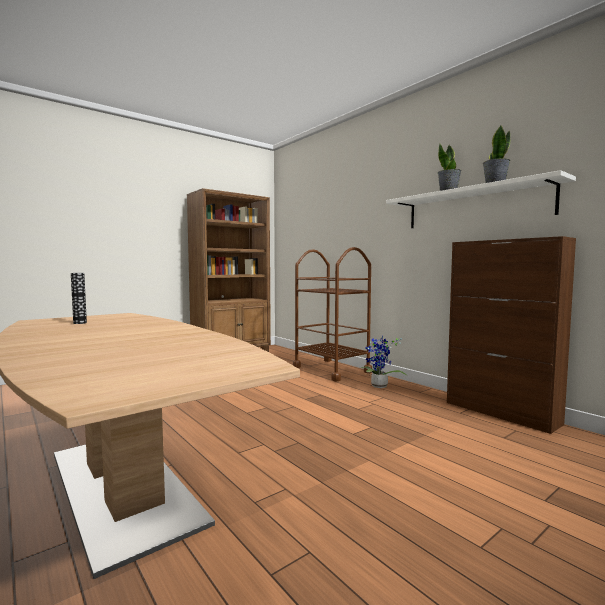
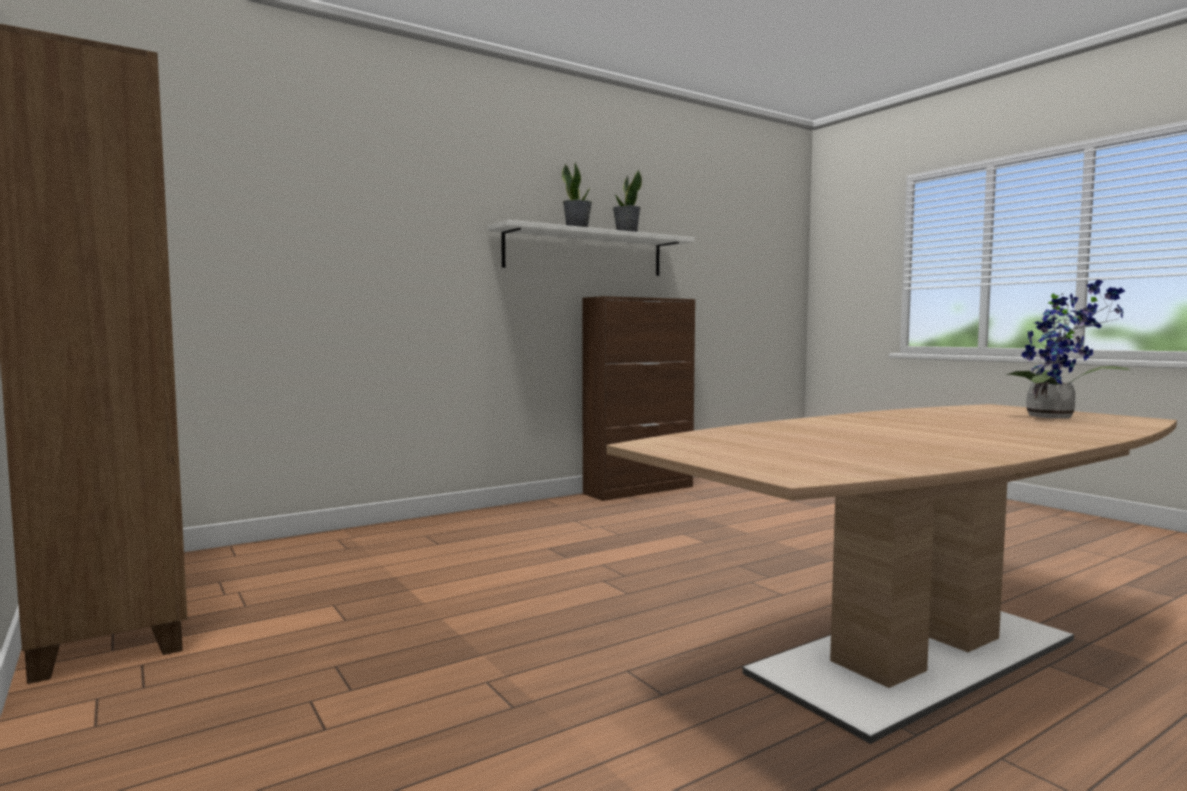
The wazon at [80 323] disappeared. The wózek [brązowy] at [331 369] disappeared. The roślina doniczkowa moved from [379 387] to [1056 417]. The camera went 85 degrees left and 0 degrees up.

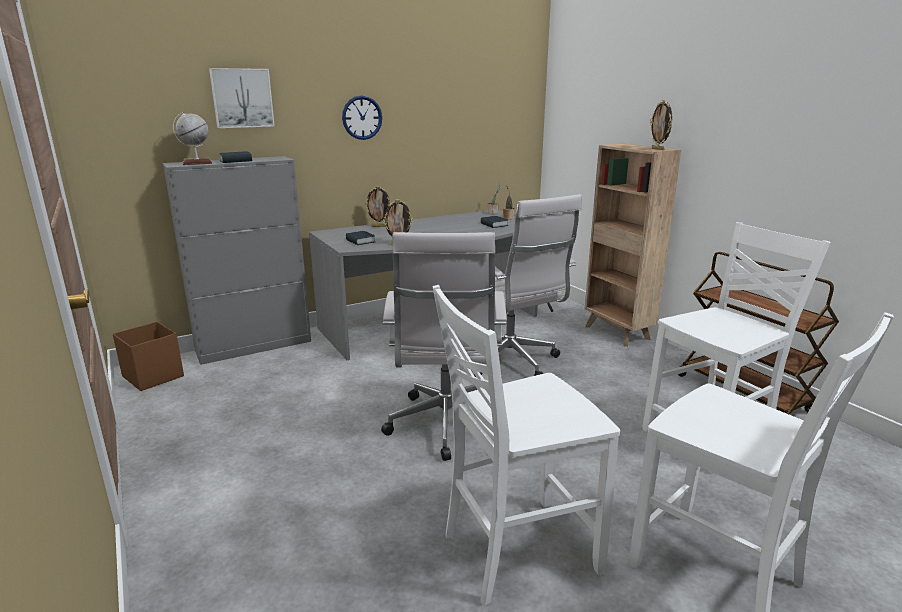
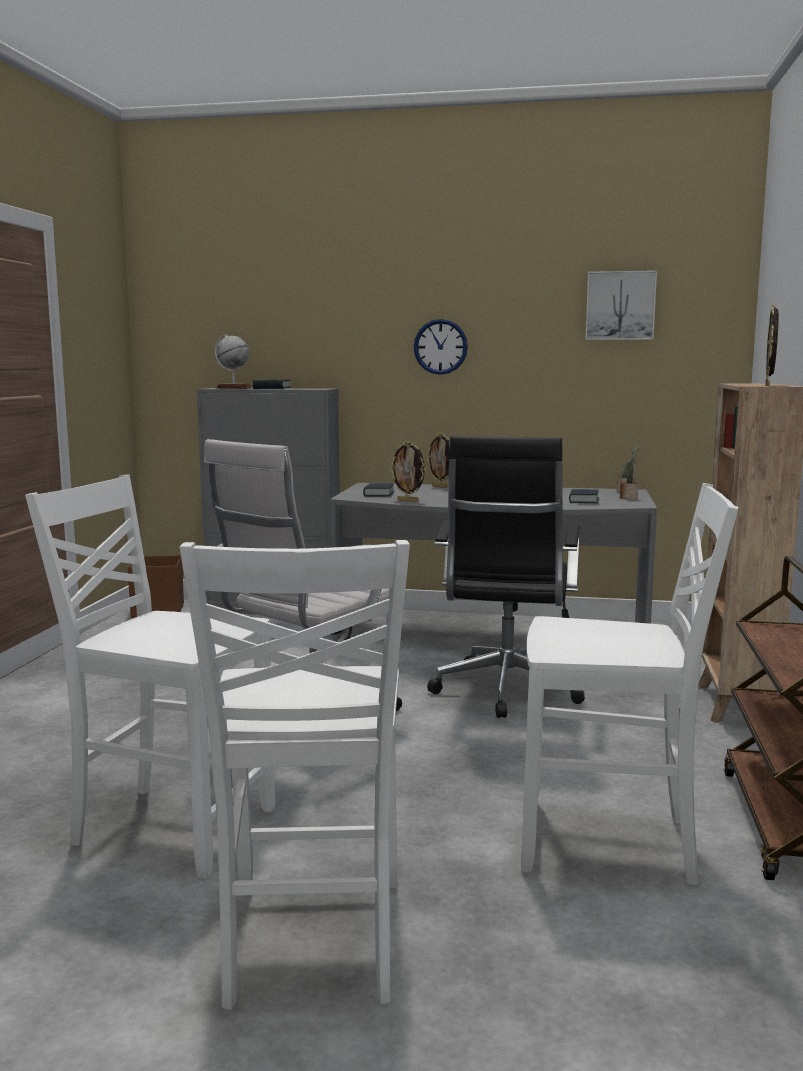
The obraz moved from [242 98] to [620 306]. The krzesło biurowe [biały] at [512 363] became the krzesło biurowe [czarny] at [505 693]. The camera went 40 degrees right and 10 degrees down.

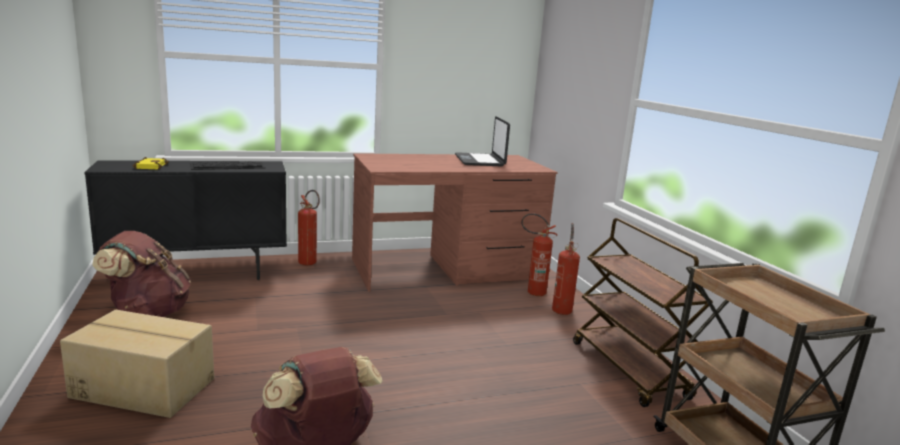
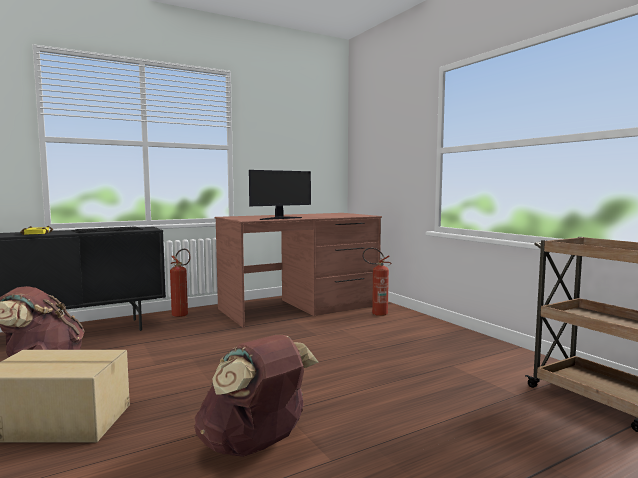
The laptop at [480 161] disappeared. The gaśnica at [562 308] disappeared. The wózek [brązowy] at [629 370] disappeared. The monitor at [280 218] appeared. The camera went 10 degrees left and 10 degrees down.

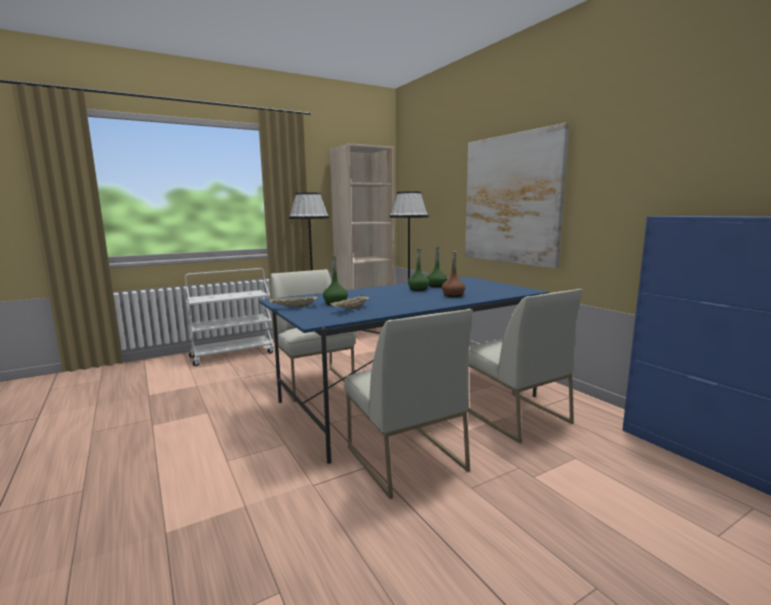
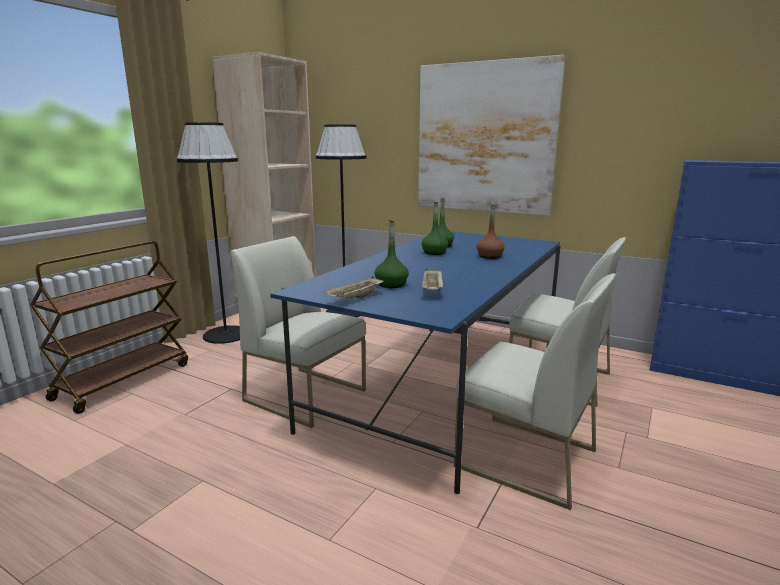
The wózek [biały] at [233 354] became the wózek [brązowy] at [123 381]. The camera went 30 degrees left and 5 degrees up.

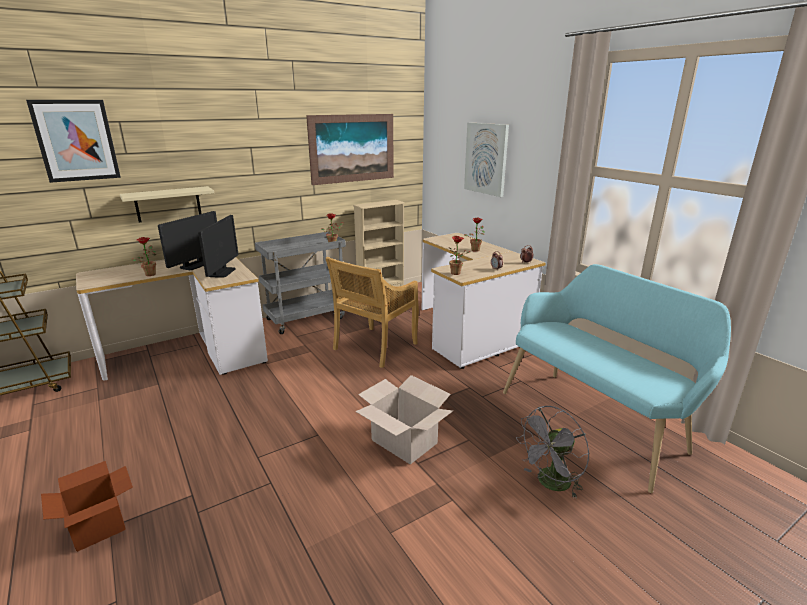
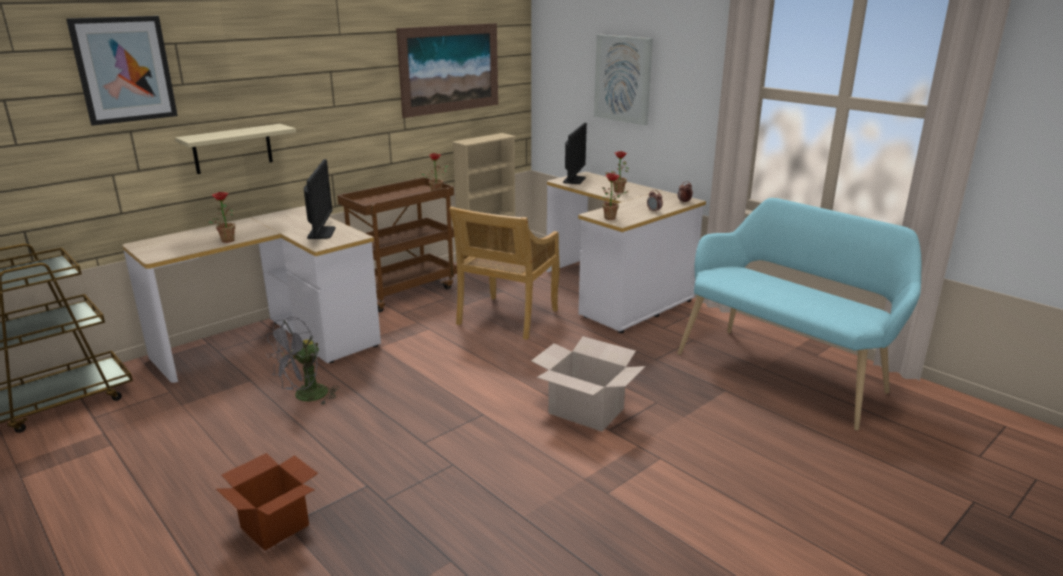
The monitor moved from [195 265] to [574 180]. The wózek [szary] at [307 318] became the wózek [brązowy] at [404 291]. The wentylator [szary] moved from [550 484] to [305 397]. The camera went 10 degrees left and 0 degrees up.

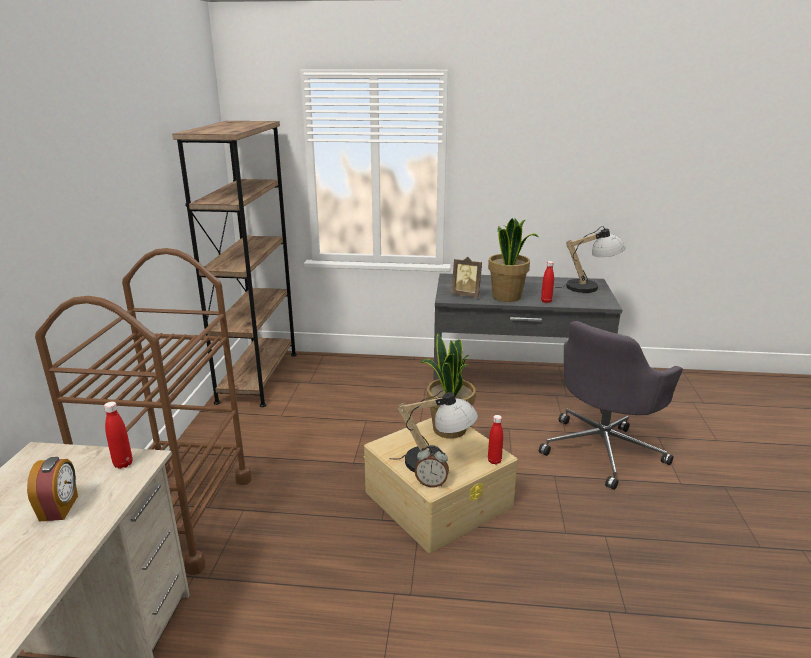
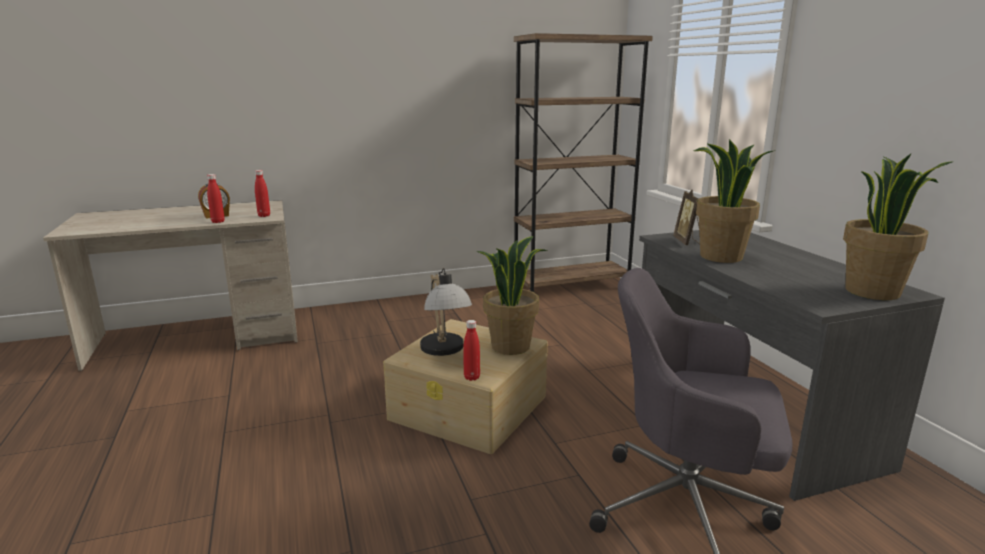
The wózek [brązowy] at [177 517] disappeared. The budzik at [431 483] disappeared. The butelka [czerwony] moved from [546 301] to [218 222]. The lampa stołowa at [590 287] was replaced by the roślina doniczkowa at [873 292]. The camera went 65 degrees right and 5 degrees down.

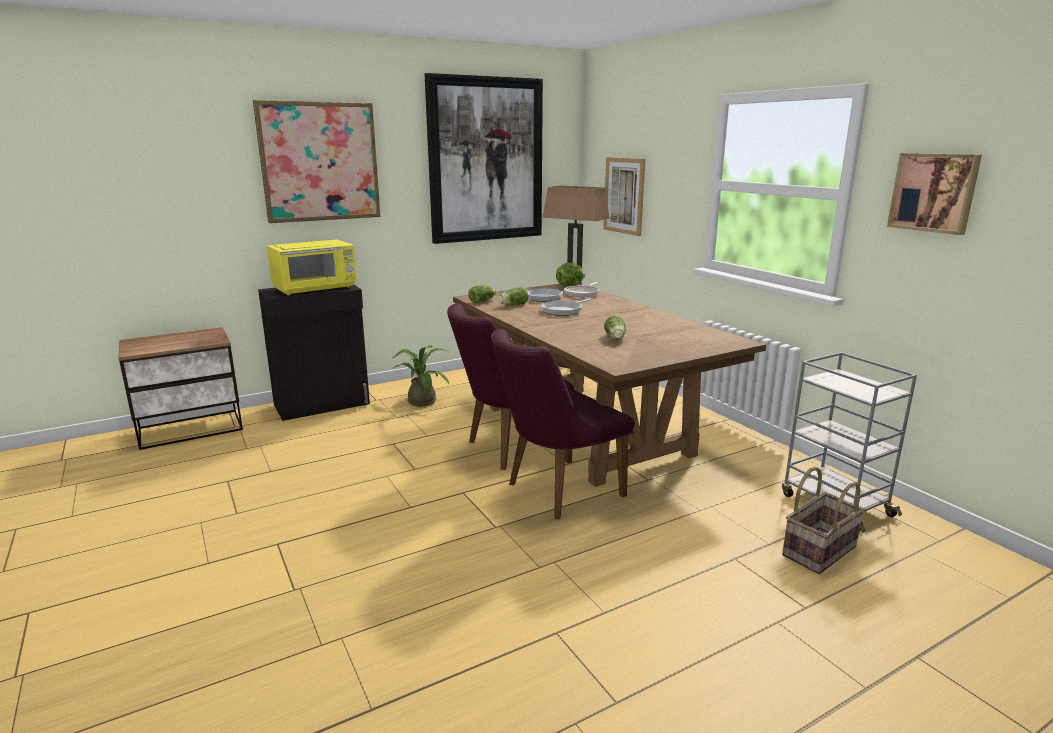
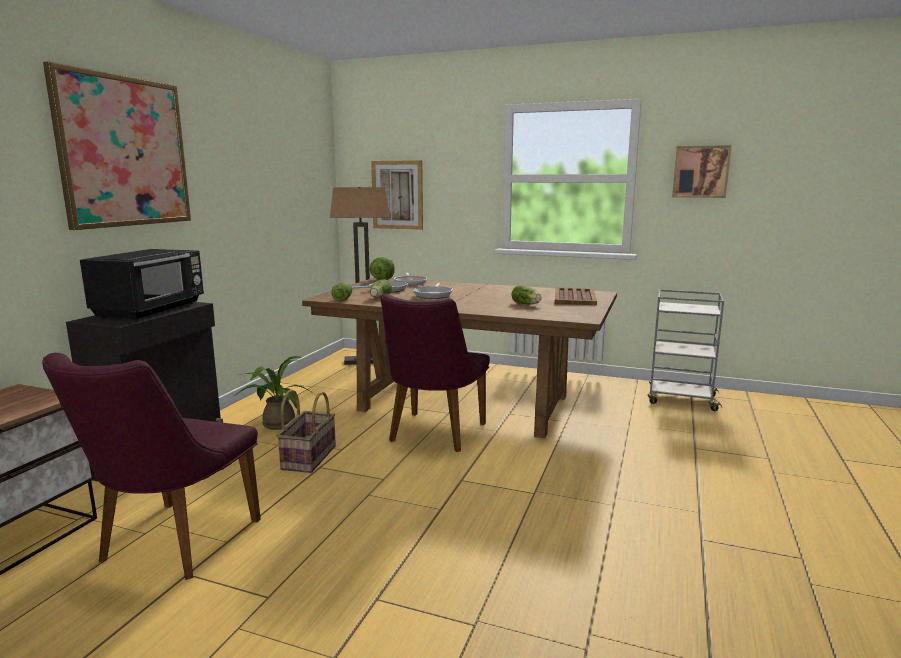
The mikrofalówka [żółty] at [316 288] became the mikrofalówka [czarny] at [152 310]. The obraz at [486 160] disappeared. The krzesło [fioletowy] moved from [555 491] to [170 546]. The koszyk moved from [818 550] to [308 457]. The taca [brązowy] at [575 297] appeared. The camera went 40 degrees left and 5 degrees down.

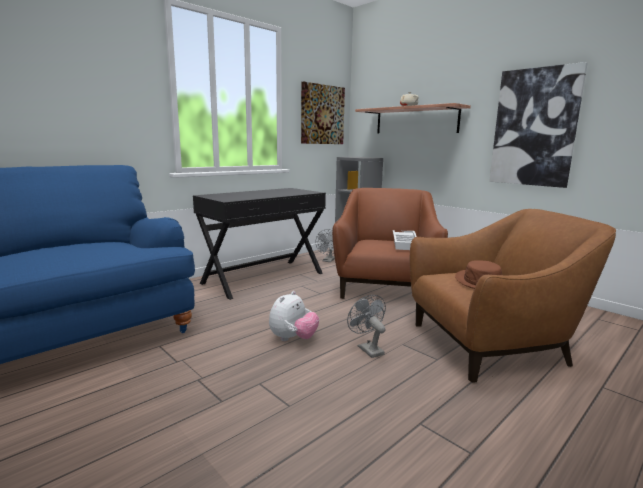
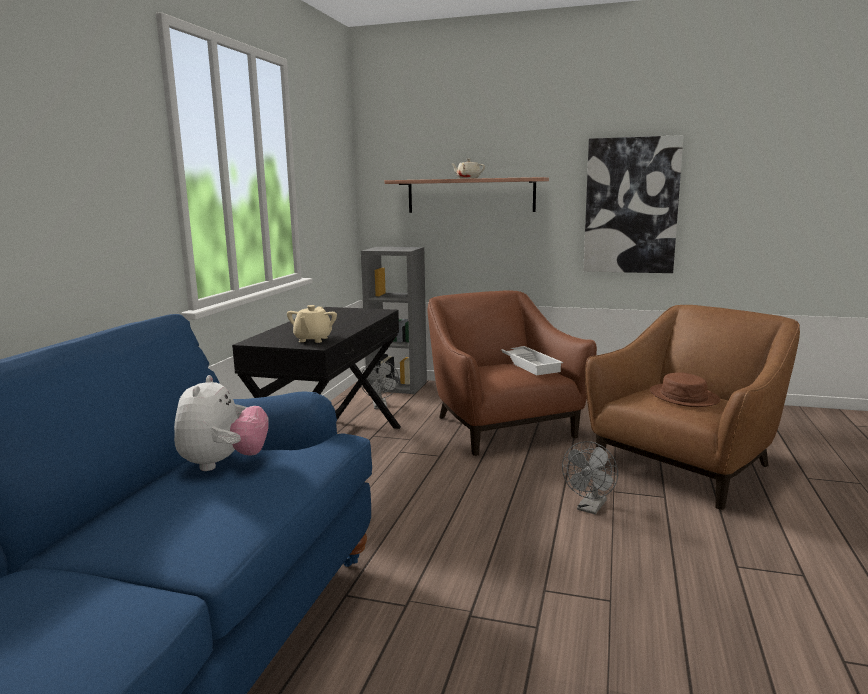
The pluszak moved from [293 339] to [223 464]. The obraz at [322 115] disappeared. The wentylator [szary] at [367 349] turned 90 degrees counterclockwise. The imbryk [beżowy] at [313 339] appeared. The camera went 30 degrees left and 0 degrees up.

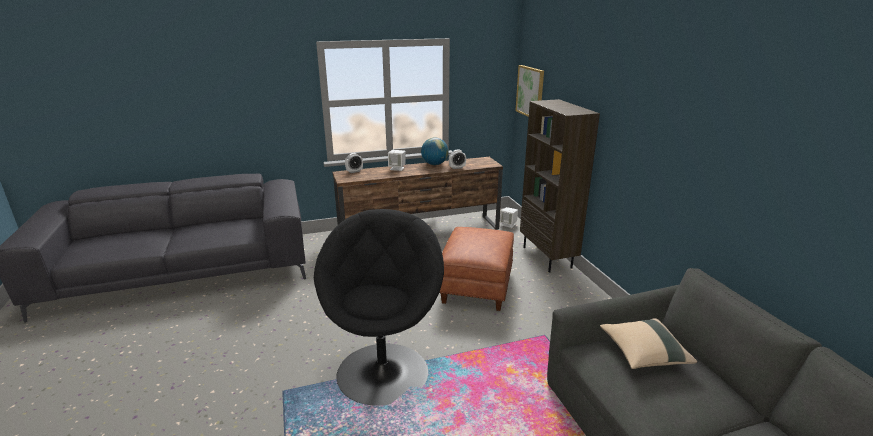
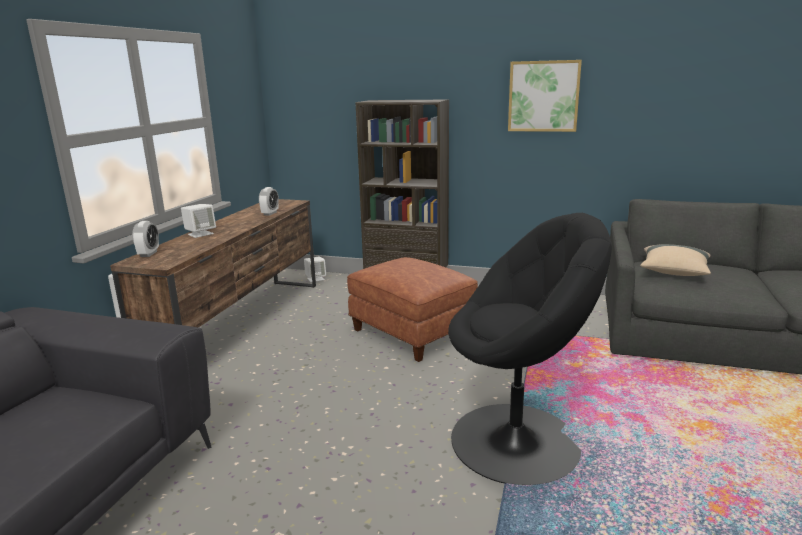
The fotel [czarny] at [383 371] turned 135 degrees clockwise. The globus at [434 164] disappeared. The obraz moved from [530 92] to [543 96]. The camera went 55 degrees left and 5 degrees down.

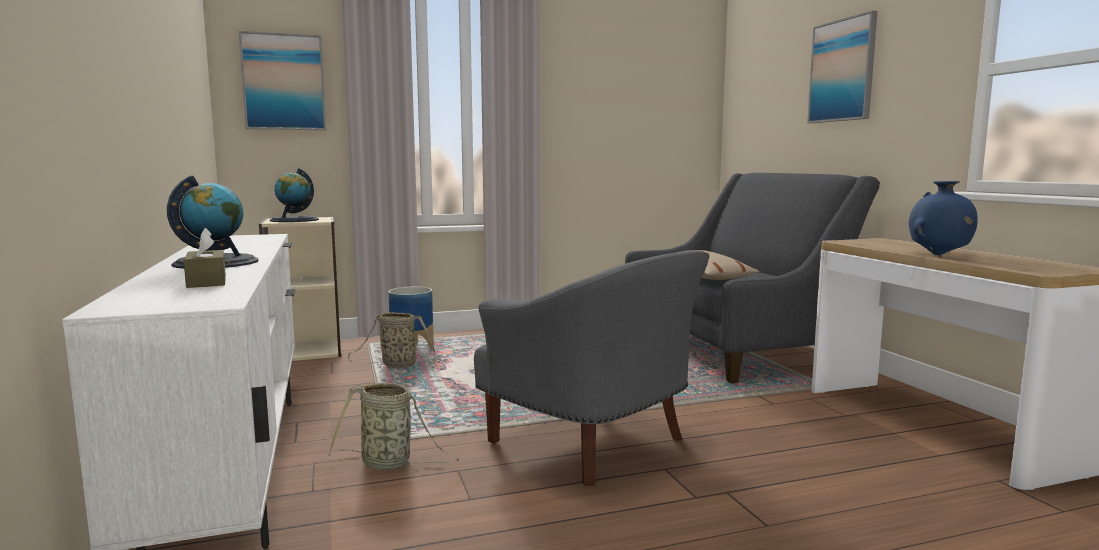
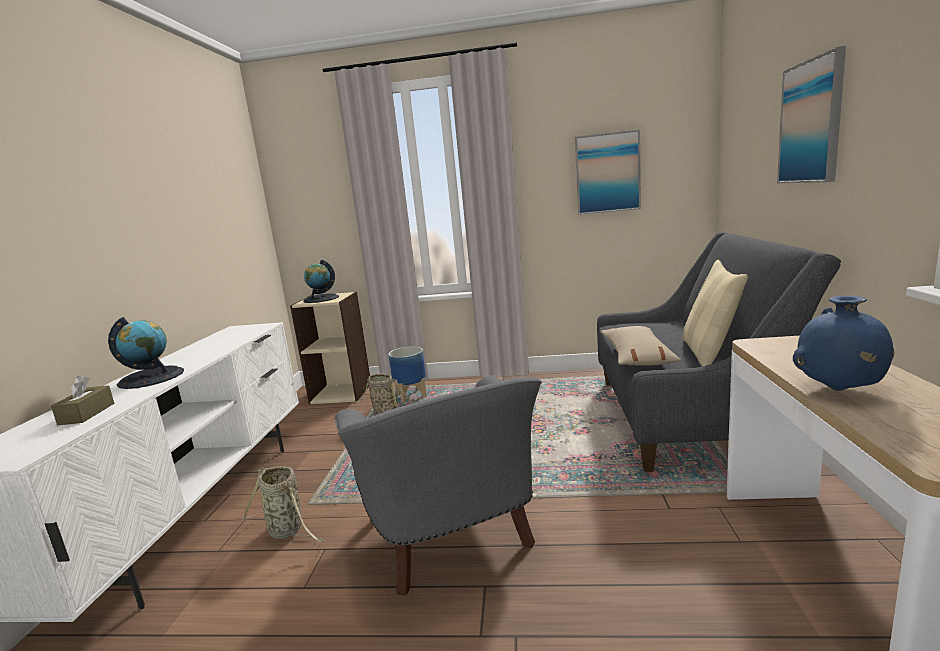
The obraz moved from [284 82] to [607 173]. The poduszka [beżowy] at [709 353] appeared. The camera went 25 degrees right and 5 degrees up.

